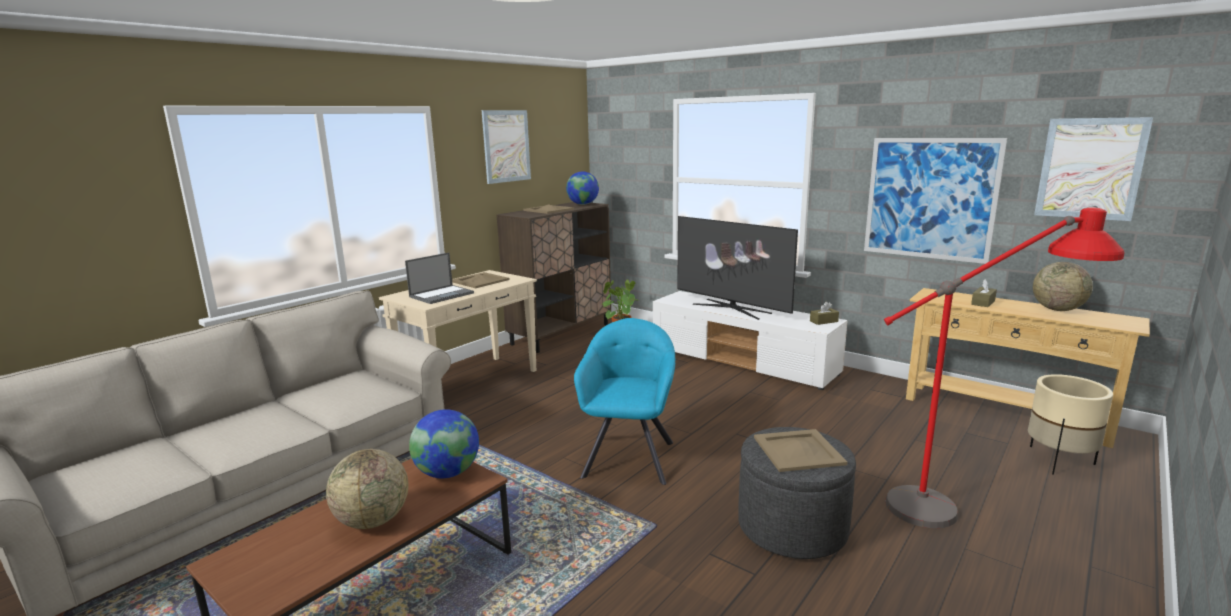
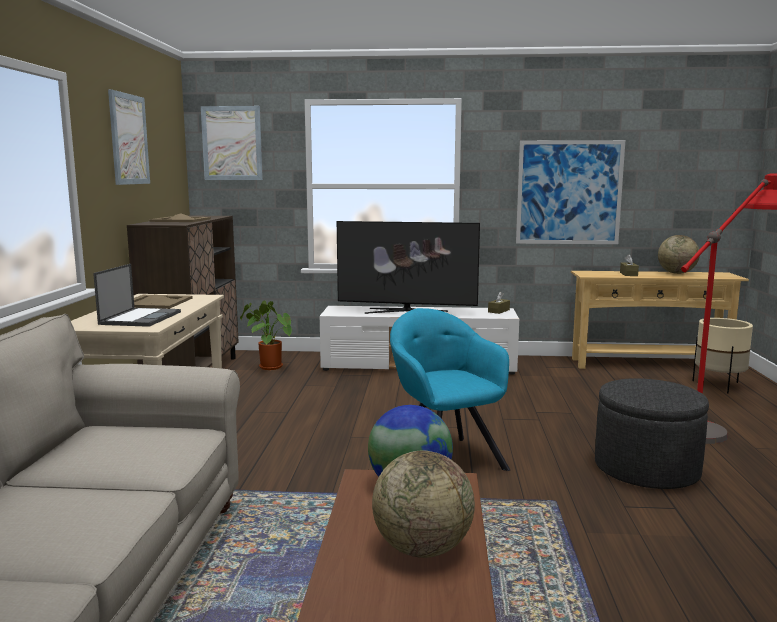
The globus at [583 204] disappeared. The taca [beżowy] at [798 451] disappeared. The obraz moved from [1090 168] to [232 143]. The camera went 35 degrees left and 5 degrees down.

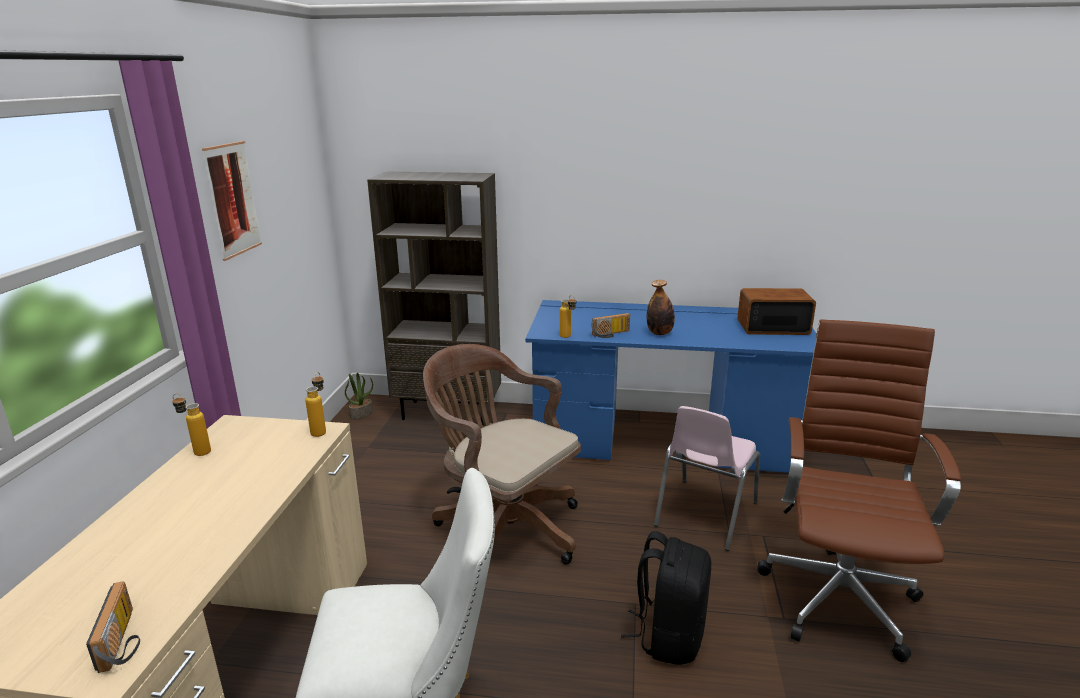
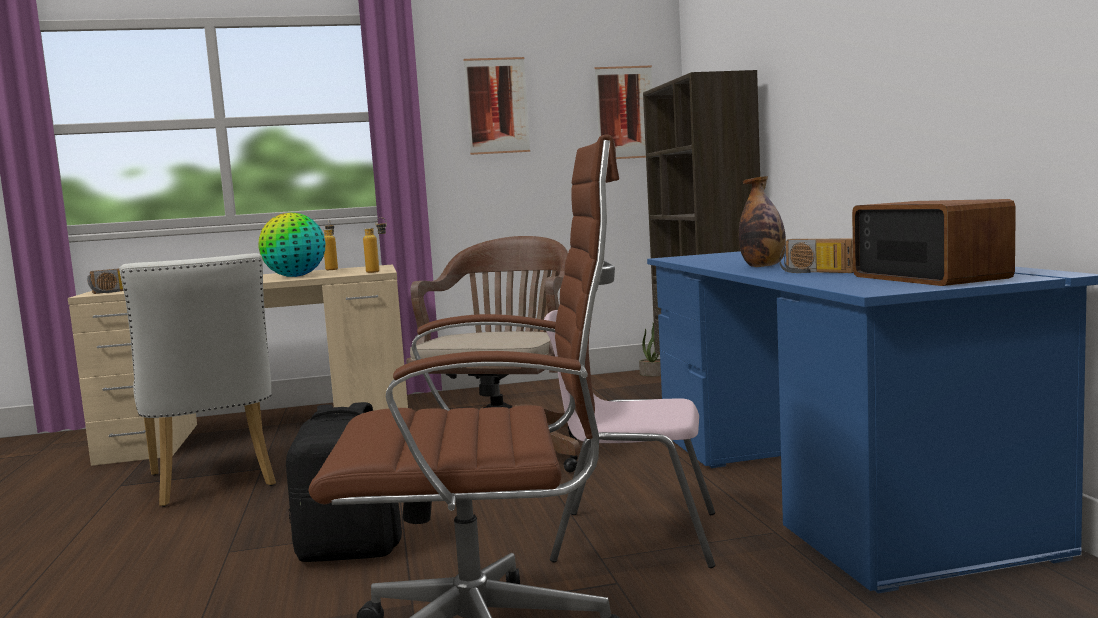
The butelka at [568 337] disappeared. The radio moved from [611 334] to [814 272]. The globus at [295 276] appeared. The obraz at [625 112] appeared. The camera went 70 degrees right and 15 degrees down.

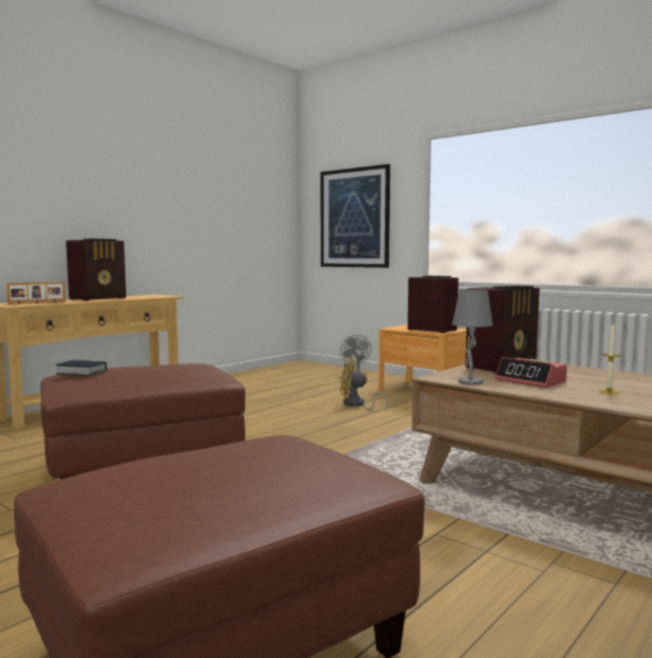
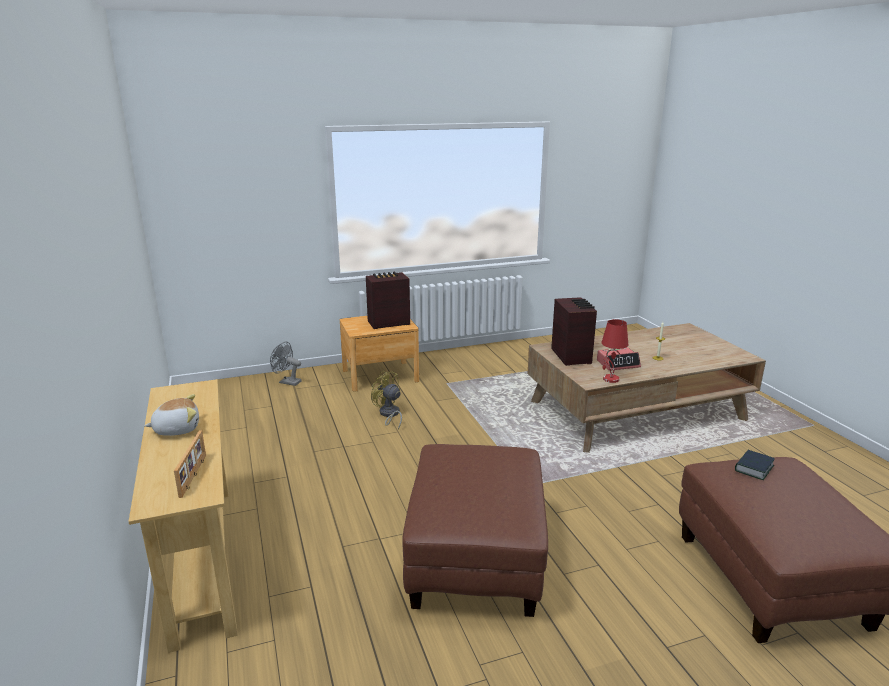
The książka moved from [81 373] to [753 468]. The radio at [99 298] was replaced by the pluszak at [177 429]. The obraz at [354 218] disappeared. The wentylator [żółty] at [356 405] turned 90 degrees clockwise. The lampa stołowa [szary] at [469 382] became the lampa stołowa [czerwony] at [610 379]. The camera went 60 degrees left and 15 degrees up.

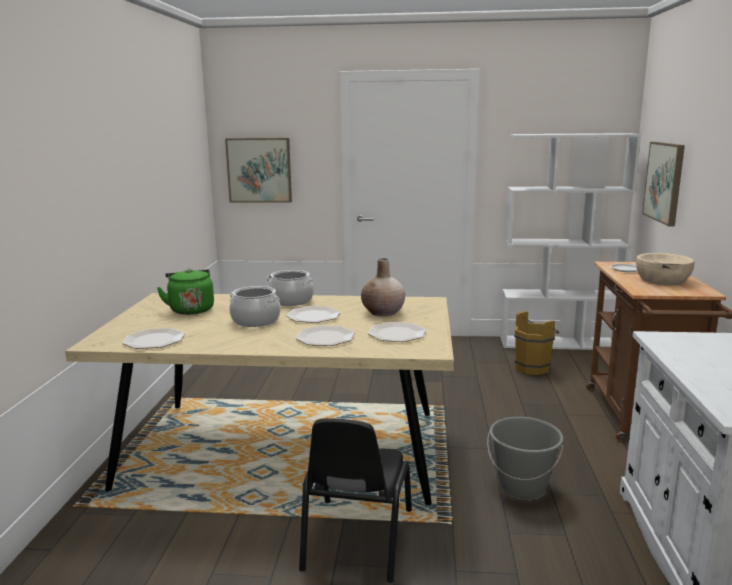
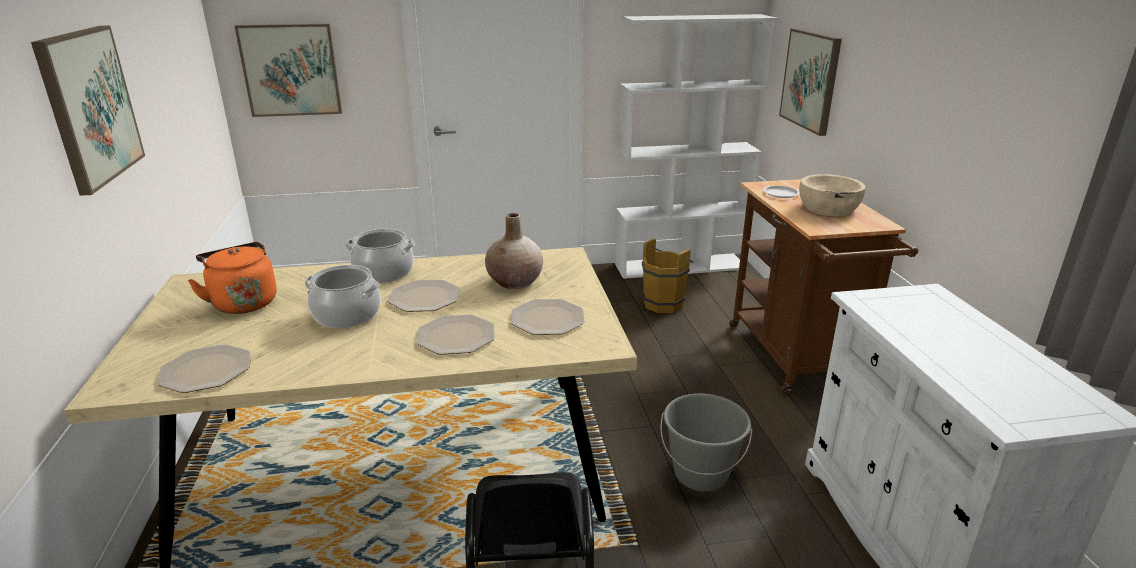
The czajnik [zielony] at [191 309] became the czajnik [pomarańczowy] at [243 302]. The obraz at [89 106] appeared. The camera went 15 degrees left and 10 degrees up.

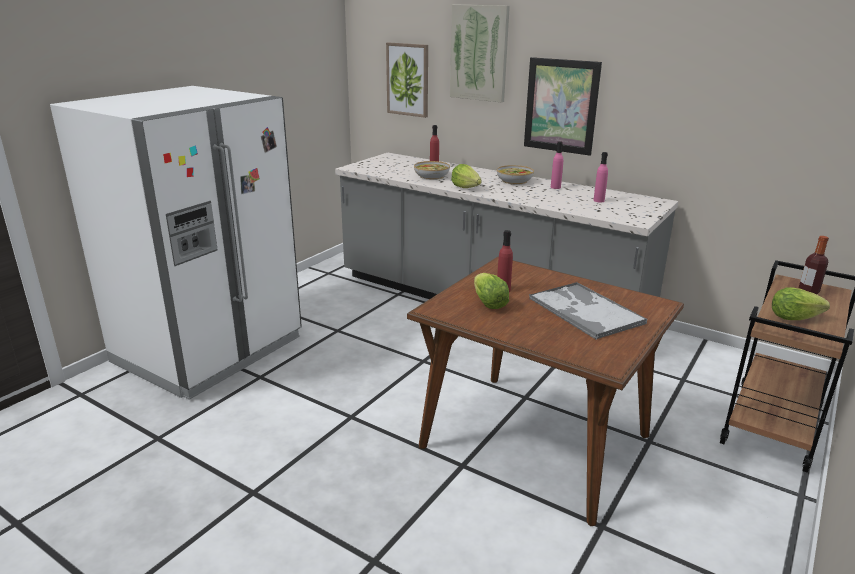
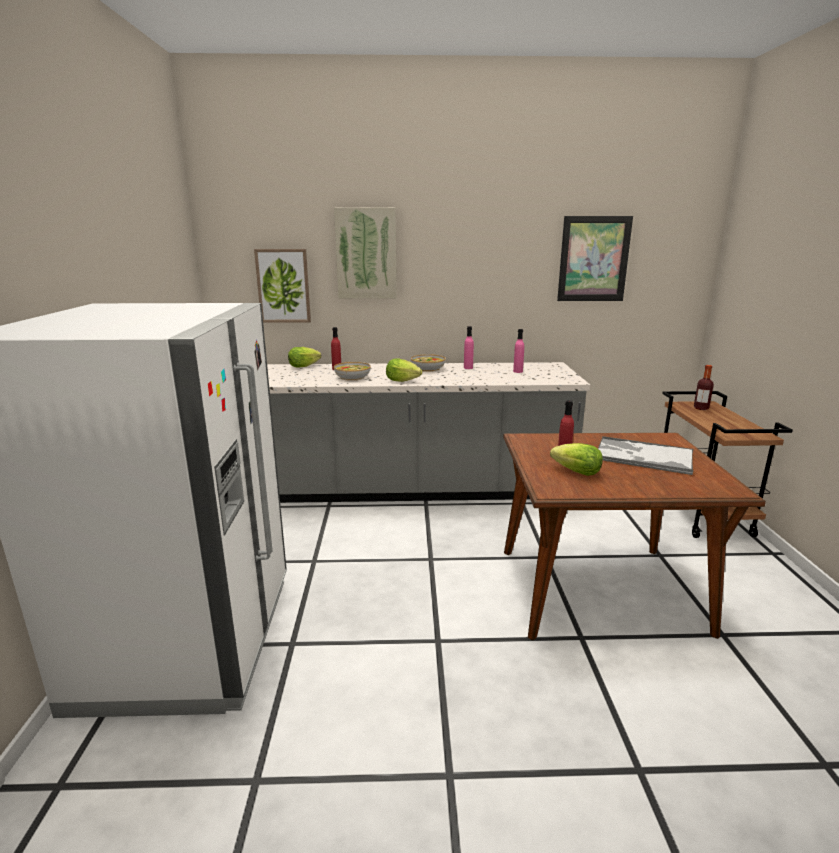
The obraz moved from [561 106] to [593 259]. The sałata moved from [793 318] to [303 366]. The camera went 35 degrees left and 5 degrees down.

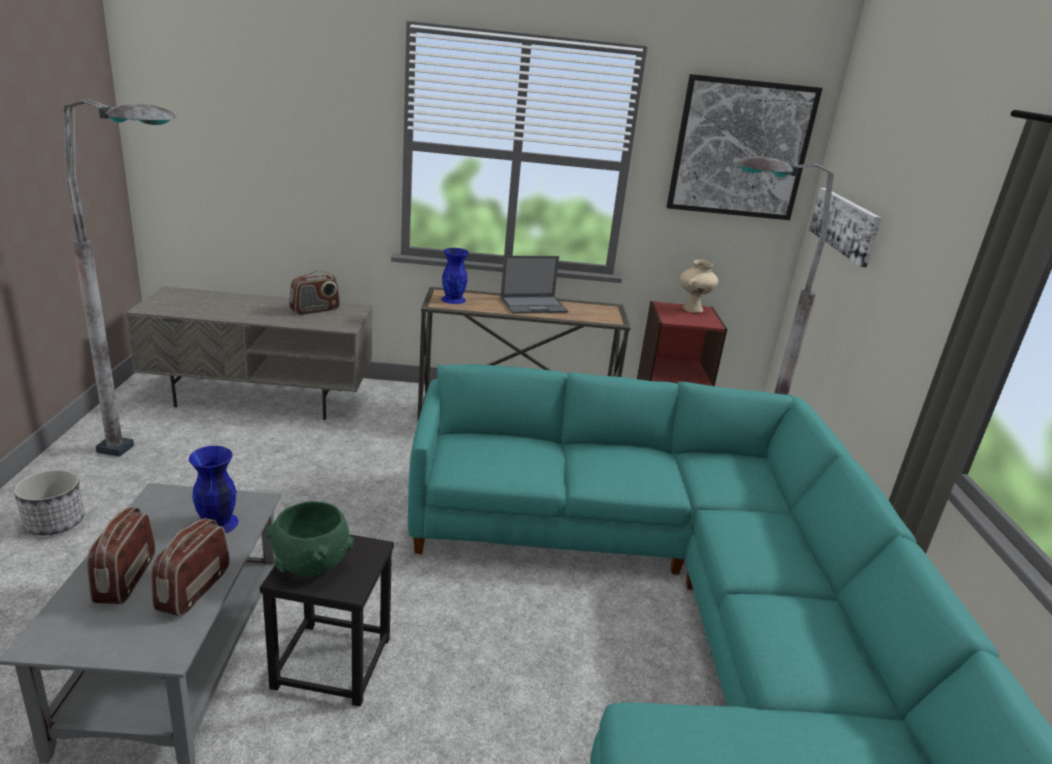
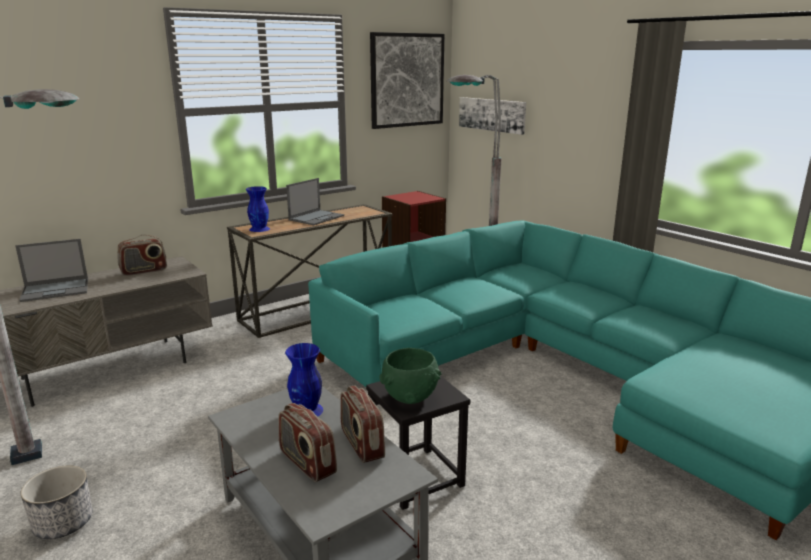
The radio at [315 310] turned 45 degrees clockwise. The wazon [beżowy] at [693 309] disappeared. The laptop at [56 290] appeared. The camera went 35 degrees left and 5 degrees down.

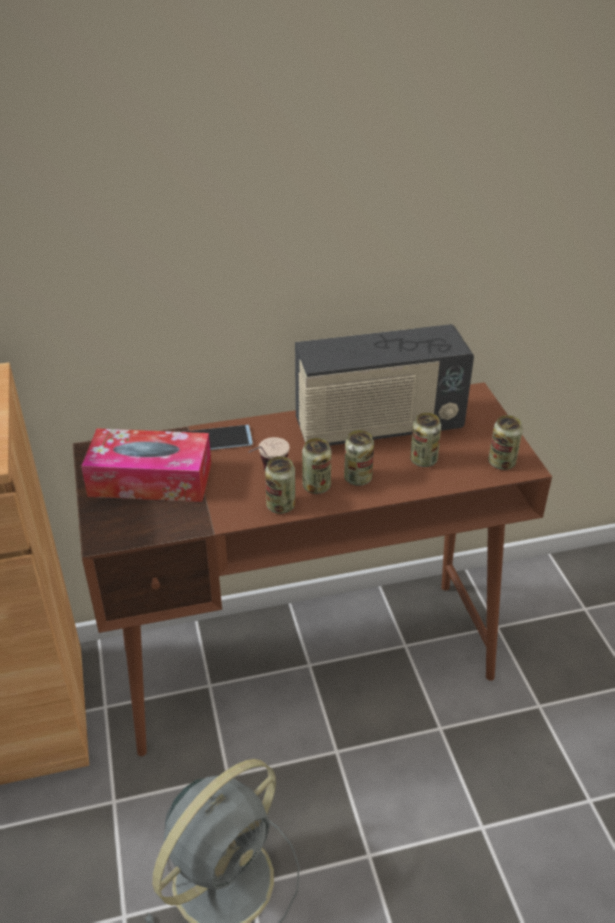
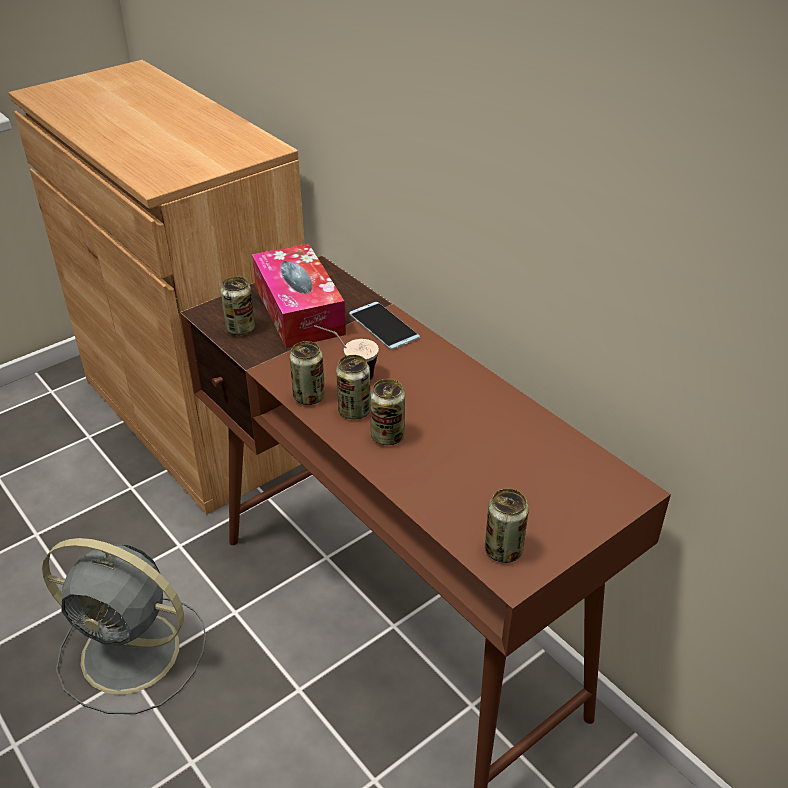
The radio at [378 427] disappeared. The puszka moved from [423 460] to [240 329]. The camera went 65 degrees right and 0 degrees up.

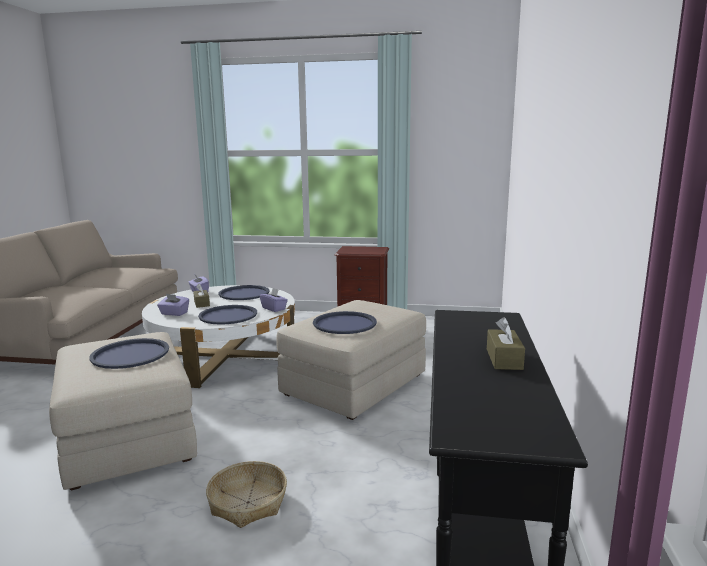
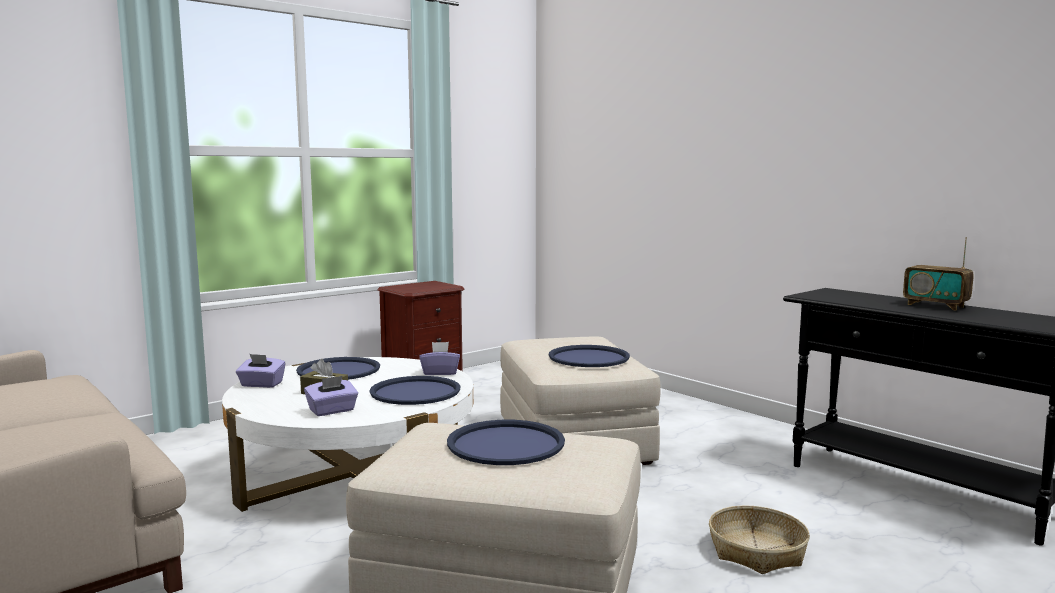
The pudełko chusteczek [brązowy] at [504 359] was replaced by the radio at [935 306]. The camera went 50 degrees left and 5 degrees down.

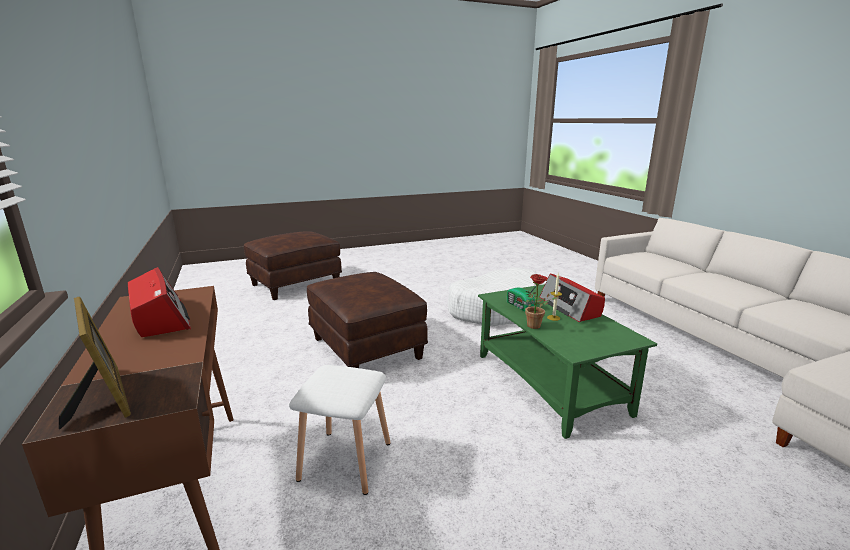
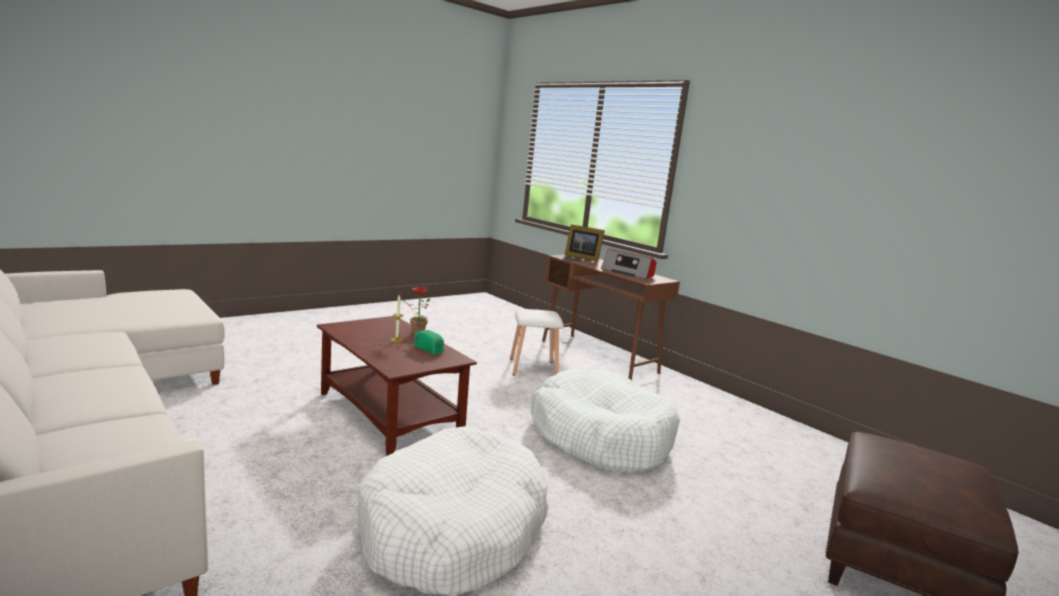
The pufa [brązowy] at [365 348] was replaced by the legowisko [biały] at [600 436]. The ława [zielony] at [550 383] became the ława [brązowy] at [388 413]. The radio at [570 307] disappeared. The camera went 160 degrees right and 5 degrees down.

